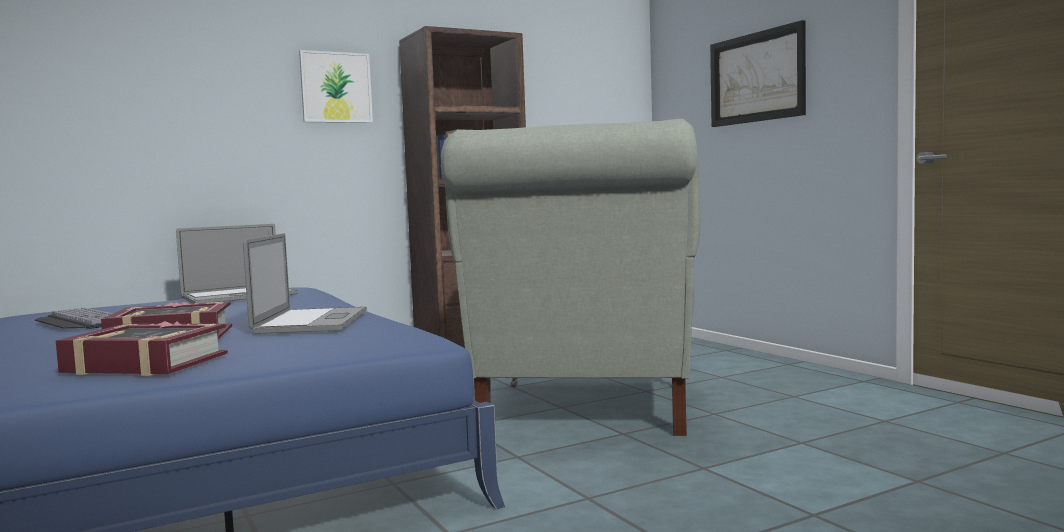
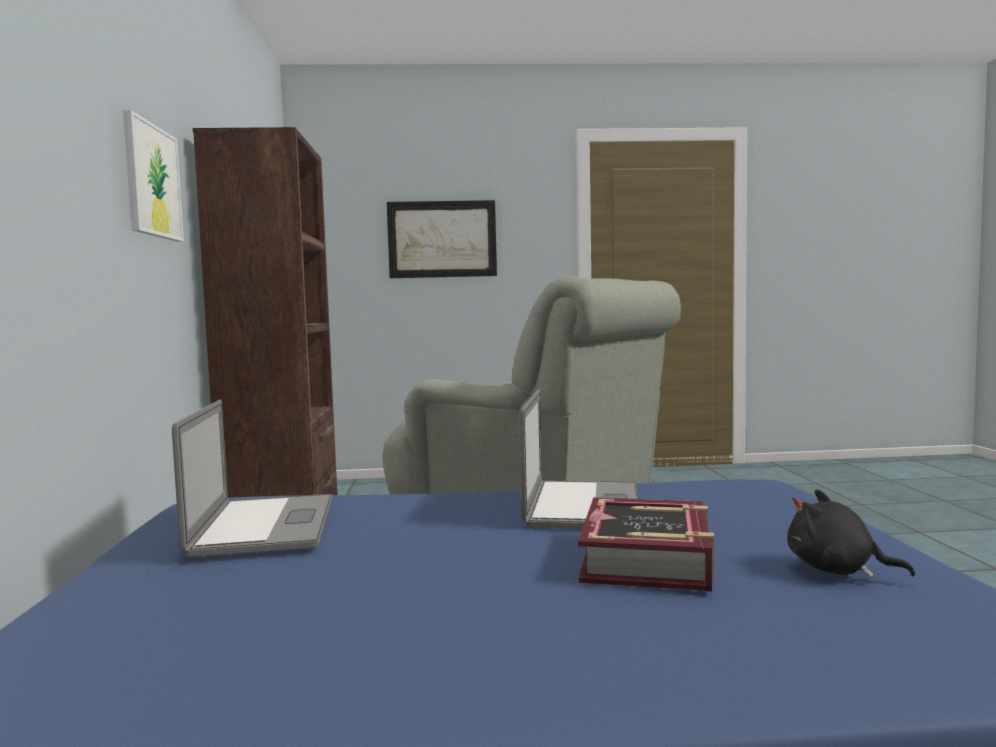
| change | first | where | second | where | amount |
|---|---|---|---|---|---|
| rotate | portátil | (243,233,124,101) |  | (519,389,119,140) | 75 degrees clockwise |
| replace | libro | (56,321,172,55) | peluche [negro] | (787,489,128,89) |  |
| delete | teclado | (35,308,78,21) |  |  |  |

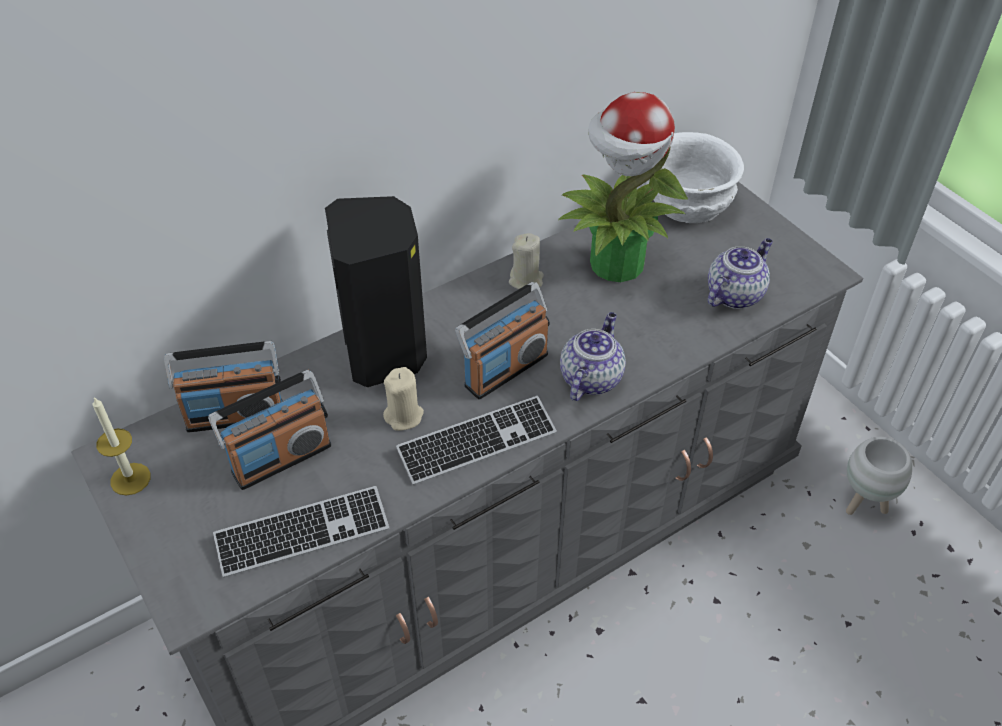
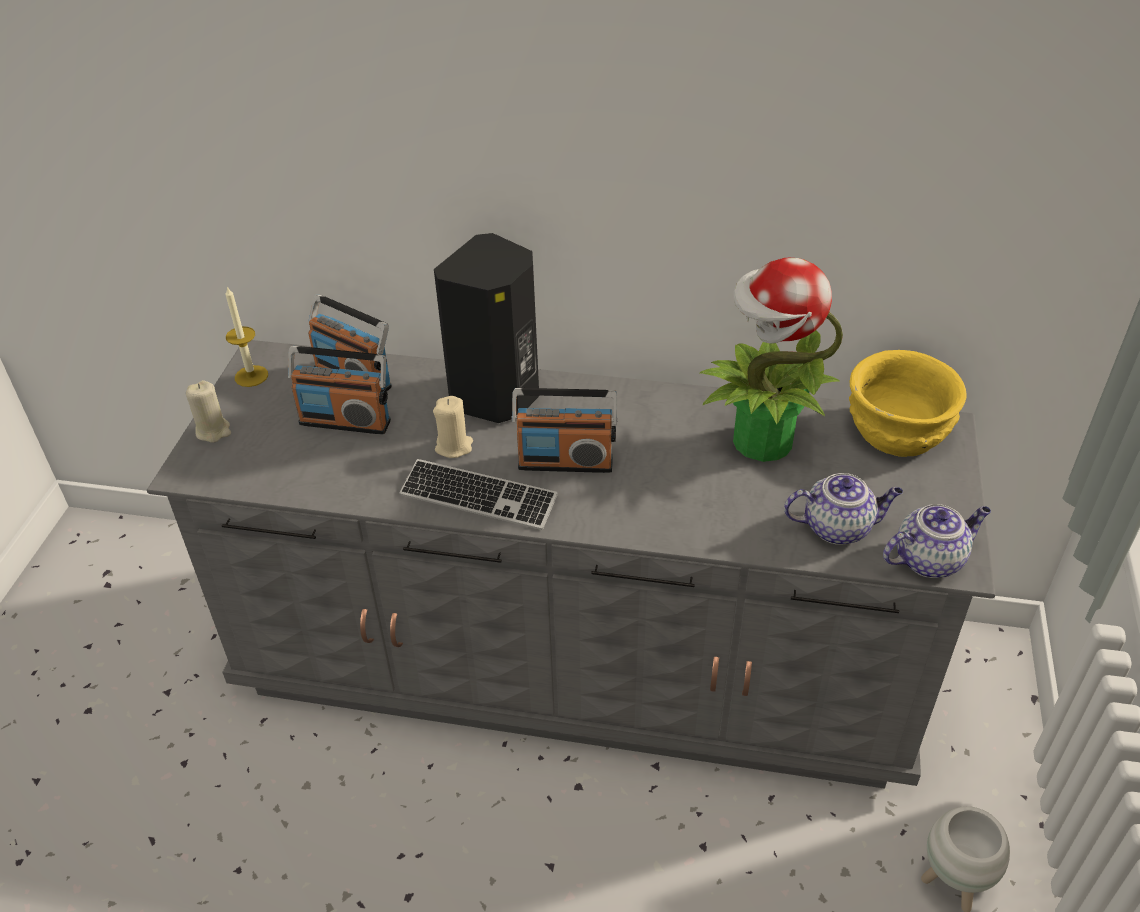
| change | first | where | second | where | amount |
|---|---|---|---|---|---|
| move | vela [beis] | (509,233,35,56) |  | (186,380,45,63) |  |
| recolor | cuenco [blanco] | (646,132,98,91) | cuenco [amarillo] | (849,350,117,107) |  |
| move | tetera | (560,312,66,89) |  | (883,504,108,74) |  |
| delete | teclado | (213,486,176,92) |  |  |  |

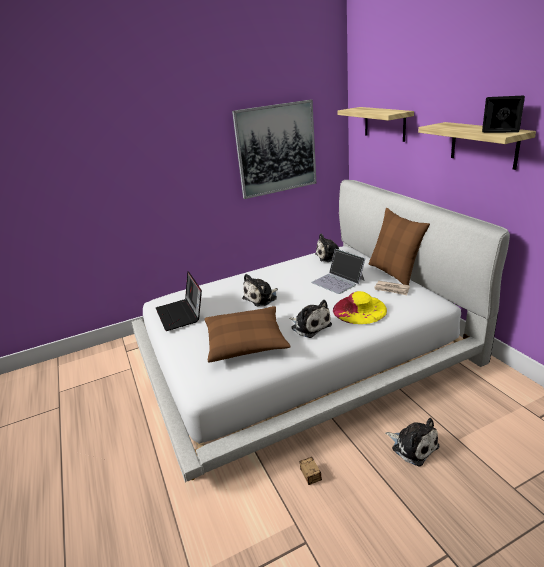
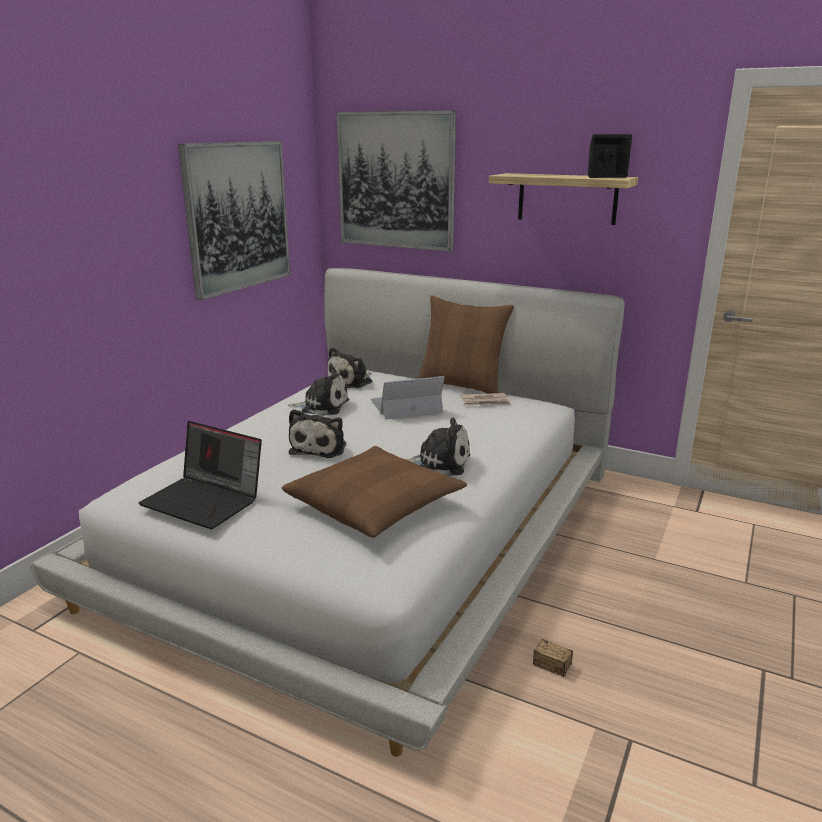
| change | first | where | second | where | amount |
|---|---|---|---|---|---|
| move | peluche | (385,418,54,49) |  | (288,369,61,47) |  |
| replace | estante | (337,107,77,35) | cuadro | (337,110,119,142) |  |
| rotate | portátil | (311,249,54,45) |  | (371,376,74,43) | 150 degrees clockwise |
| delete | sombrero [amarillo] | (333,291,54,33) |  |  |  |

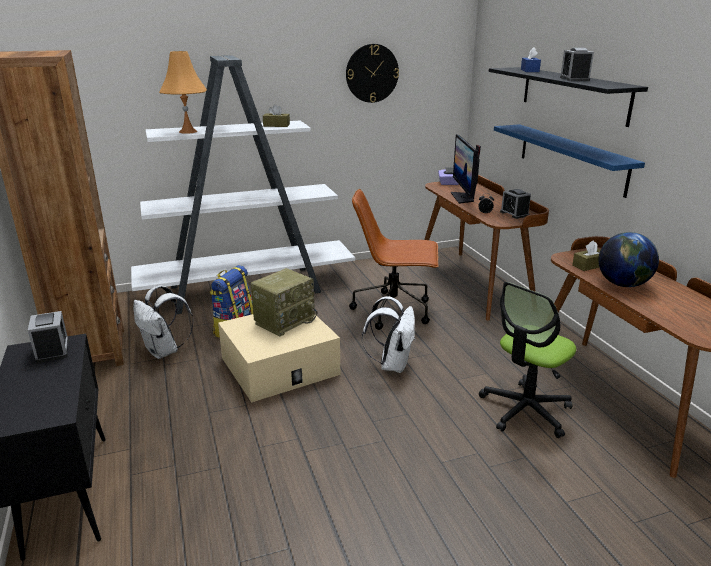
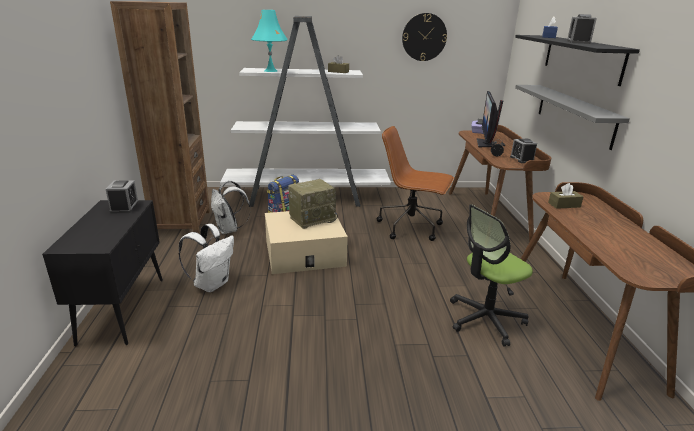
| change | first | where | second | where | amount |
|---|---|---|---|---|---|
| move | mochila [blanco] | (362,296,53,77) |  | (178,224,56,68) |  |
| recolor | lámpara de mesa [naranja] | (159,51,48,83) | lámpara de mesa [turquesa] | (251,10,37,62) |  |
| recolor | estante [azul] | (494,124,151,74) | estante [gris] | (515,85,115,65) |  |
| delete | globo terráqueo | (598,232,61,55) |  |  |  |

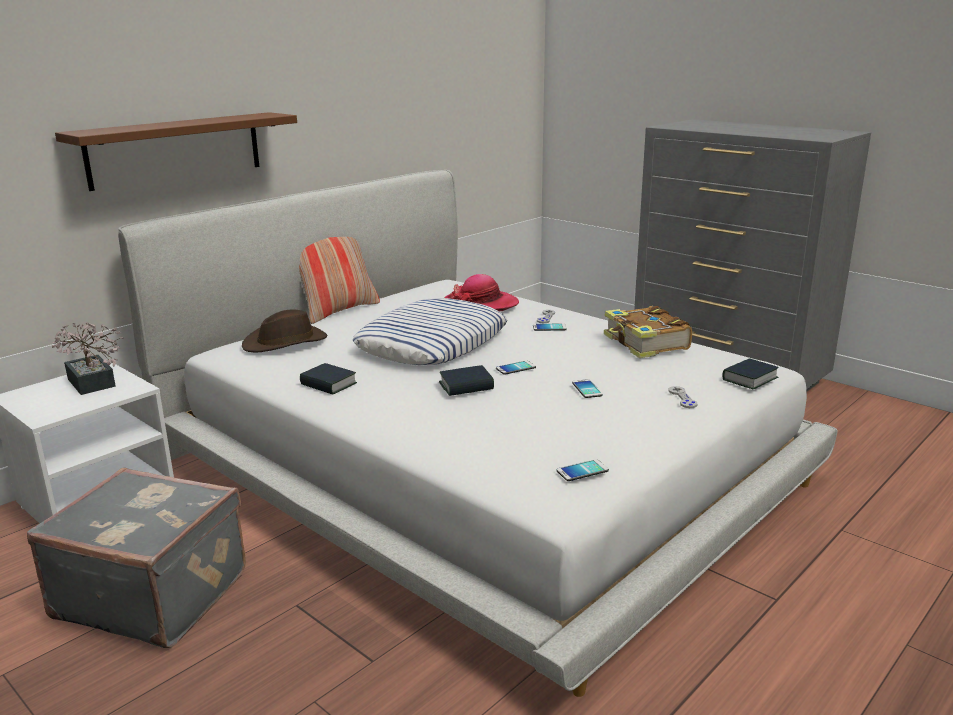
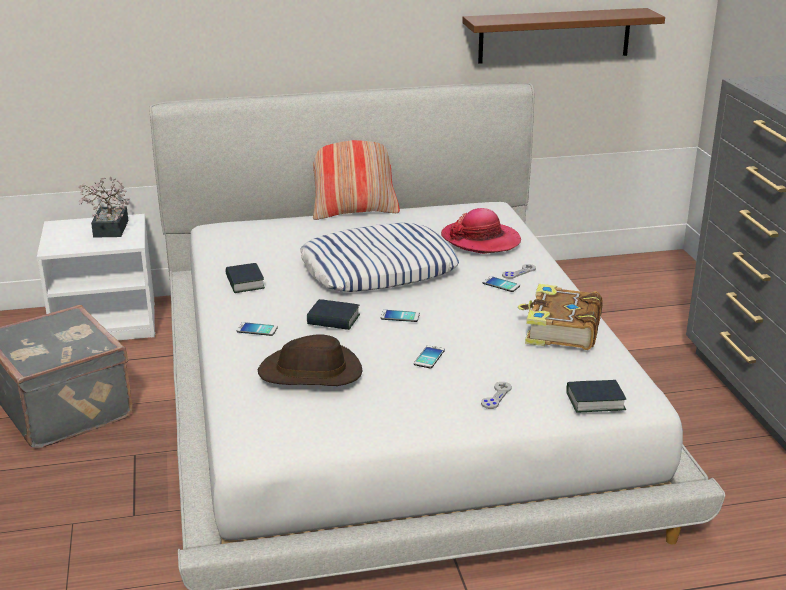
| change | first | where | second | where | amount |
|---|---|---|---|---|---|
| move | móvil | (557,459,52,22) |  | (237,322,41,14) |  |
| move | sombrero [marrón] | (242,309,85,43) |  | (258,334,105,52) |  |
| move | estante [marrón] | (55,112,242,79) |  | (462,8,203,56) |  |

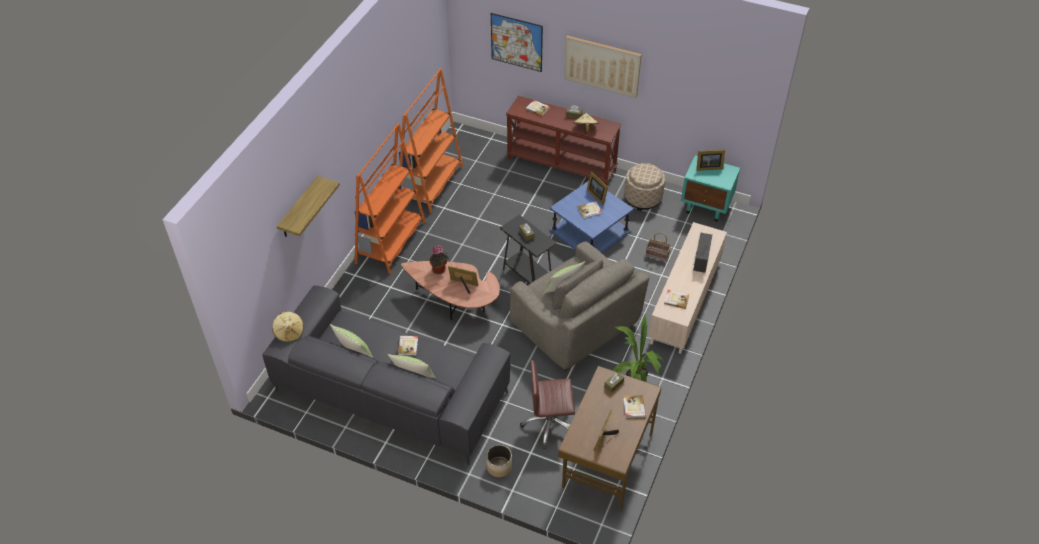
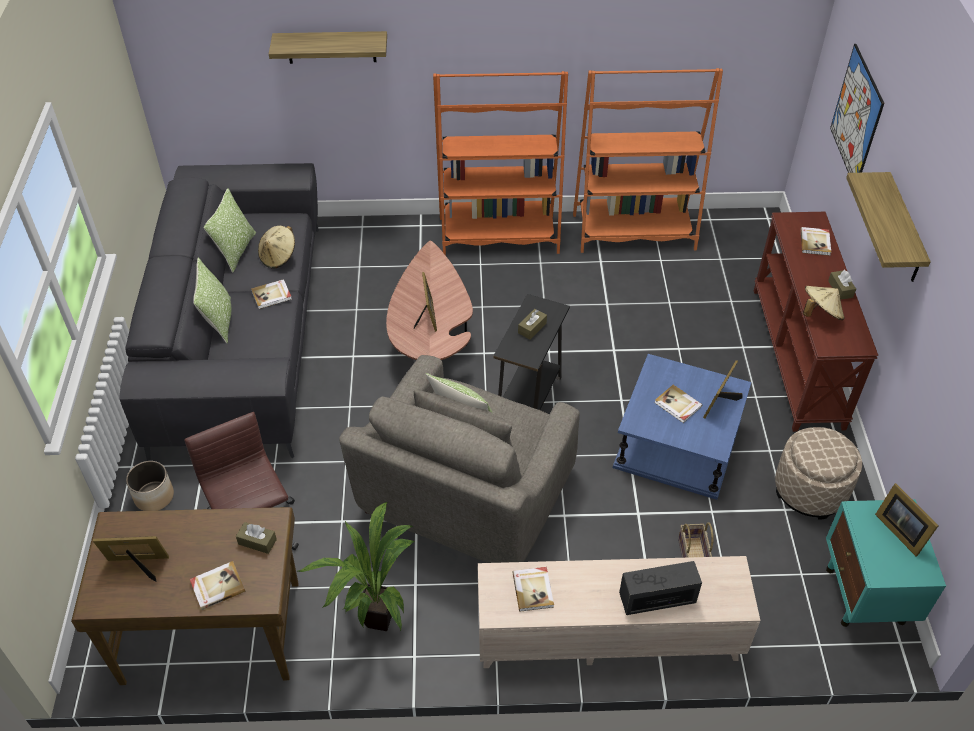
| change | first | where | second | where | amount |
|---|---|---|---|---|---|
| move | sombrero [beis] | (272,311,32,31) |  | (258,226,37,43) |  |
| replace | cuadro | (564,36,78,62) | estante | (846,172,85,110) |  |
| delete | planta en maceta | (429,245,20,29) |  |  |  |

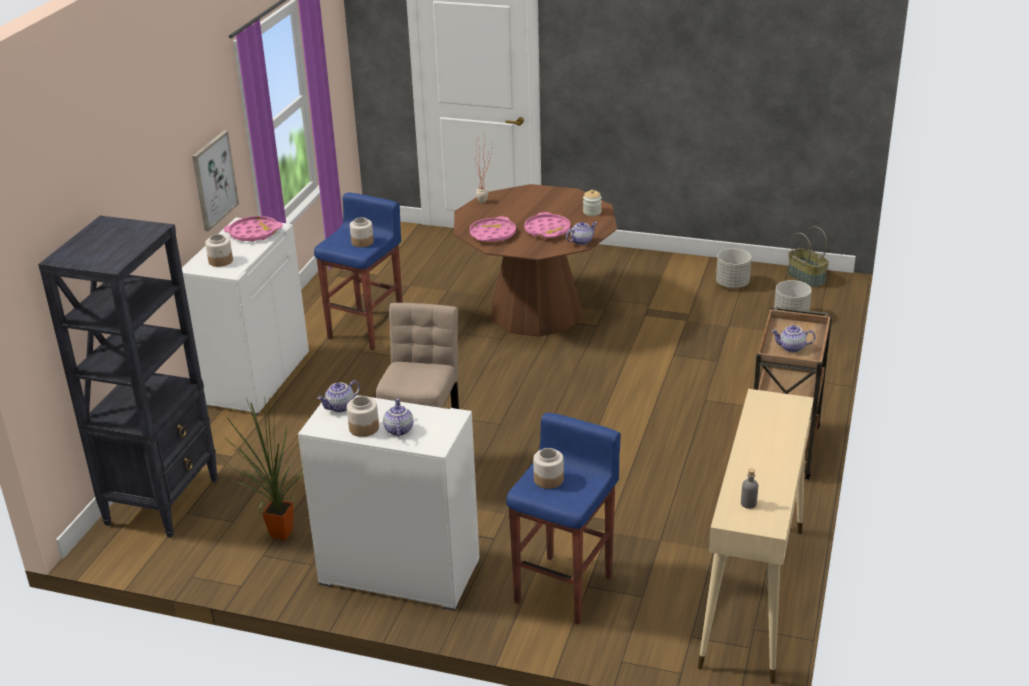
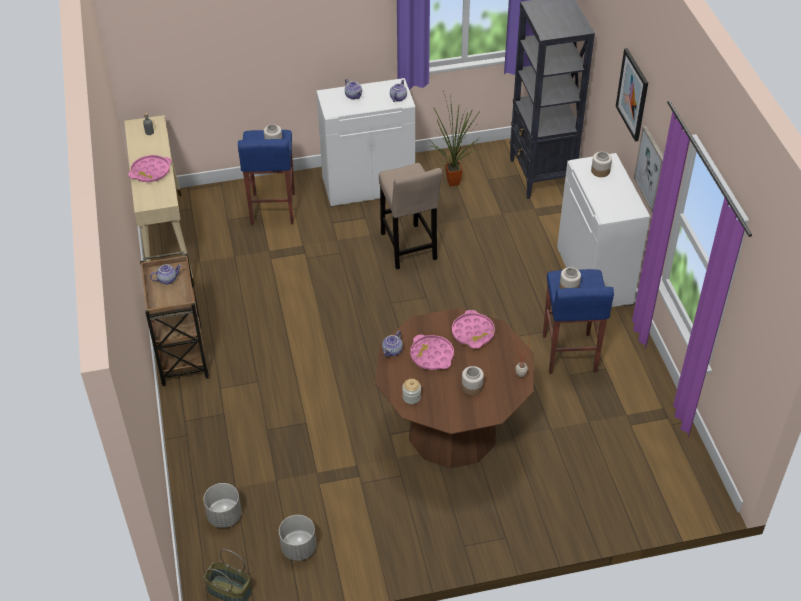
| change | first | where | second | where | amount |
|---|---|---|---|---|---|
| move | bandeja [rosa] | (224,216,59,26) |  | (128,155,44,27) |  |
| move | tarro | (347,396,32,41) |  | (462,366,22,29) |  |
| insert |  |  | cuadro | (616,48,32,94) |  |

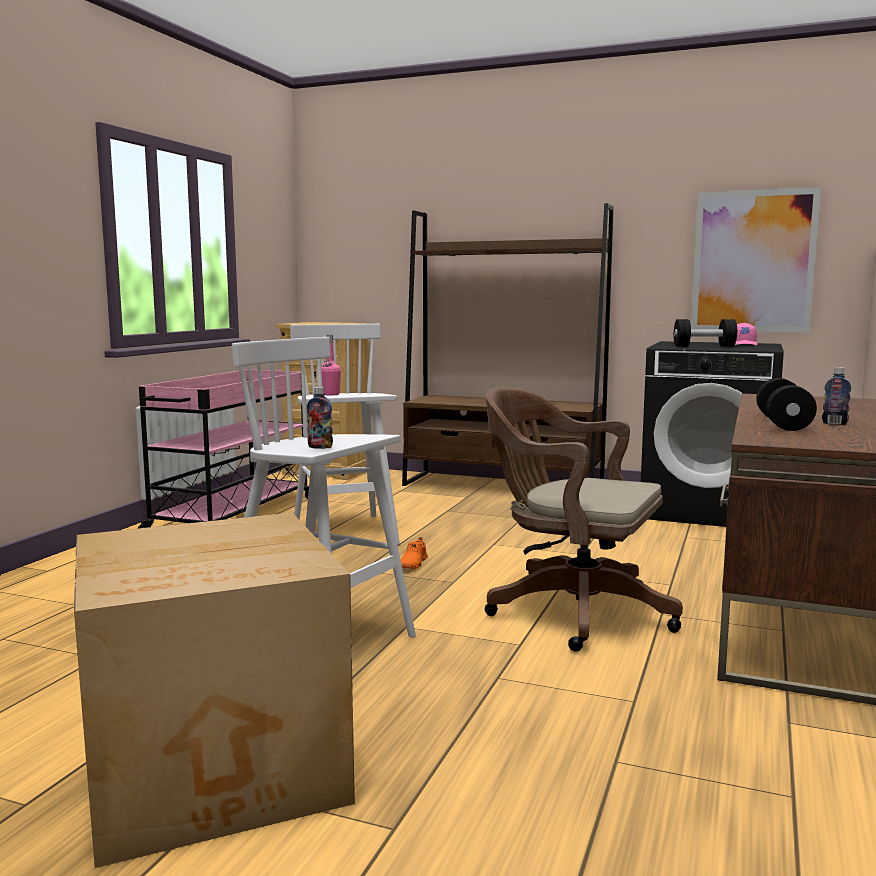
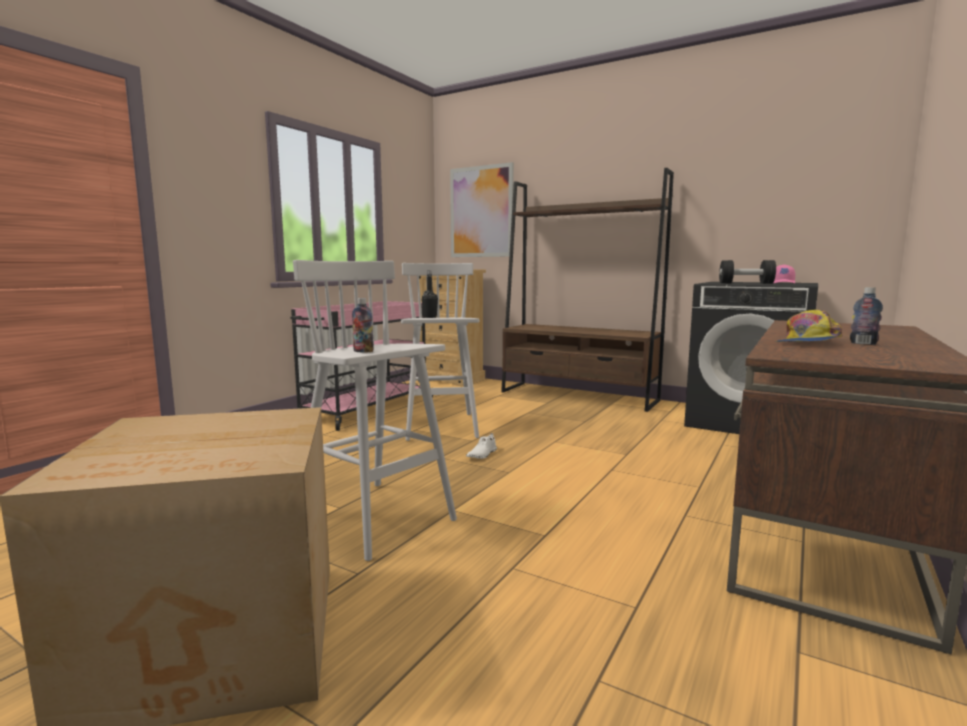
| change | first | where | second | where | amount |
|---|---|---|---|---|---|
| recolor | botella [rosa] | (321,335,20,61) | botella [negro] | (422,270,16,48) |  |
| move | cuadro | (691,187,130,146) |  | (450,162,64,95) |  |
| recolor | zapato [naranja] | (401,537,27,32) | zapato [blanco] | (466,433,31,26) |  |
| replace | mancuerna [negro] | (756,378,61,53) | gorra | (774,310,68,32) |  |
| delete | silla de oficina [marrón] | (485,387,198,265) |  |  |  |

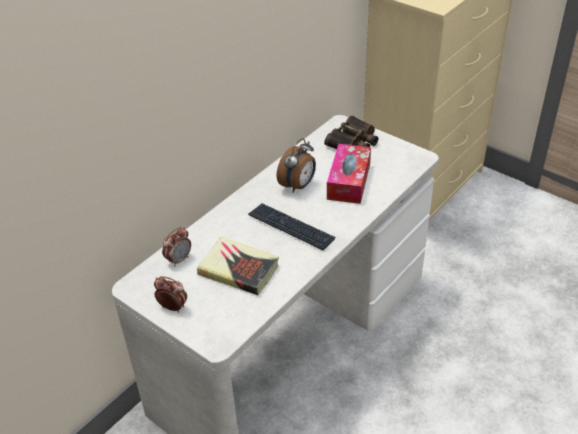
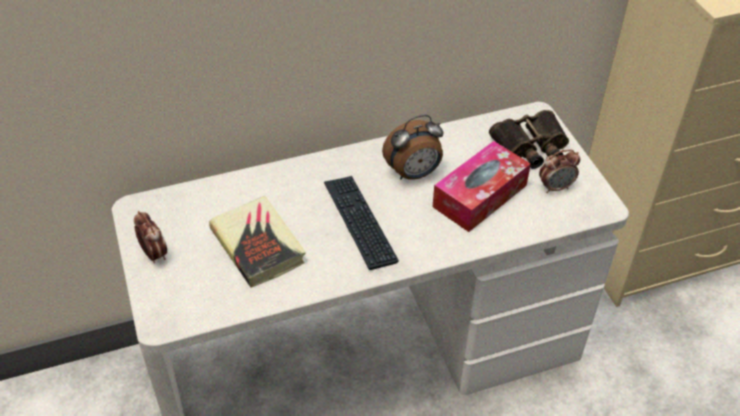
| change | first | where | second | where | amount |
|---|---|---|---|---|---|
| move | despertador | (162,227,29,40) |  | (539,150,41,43) |  |

